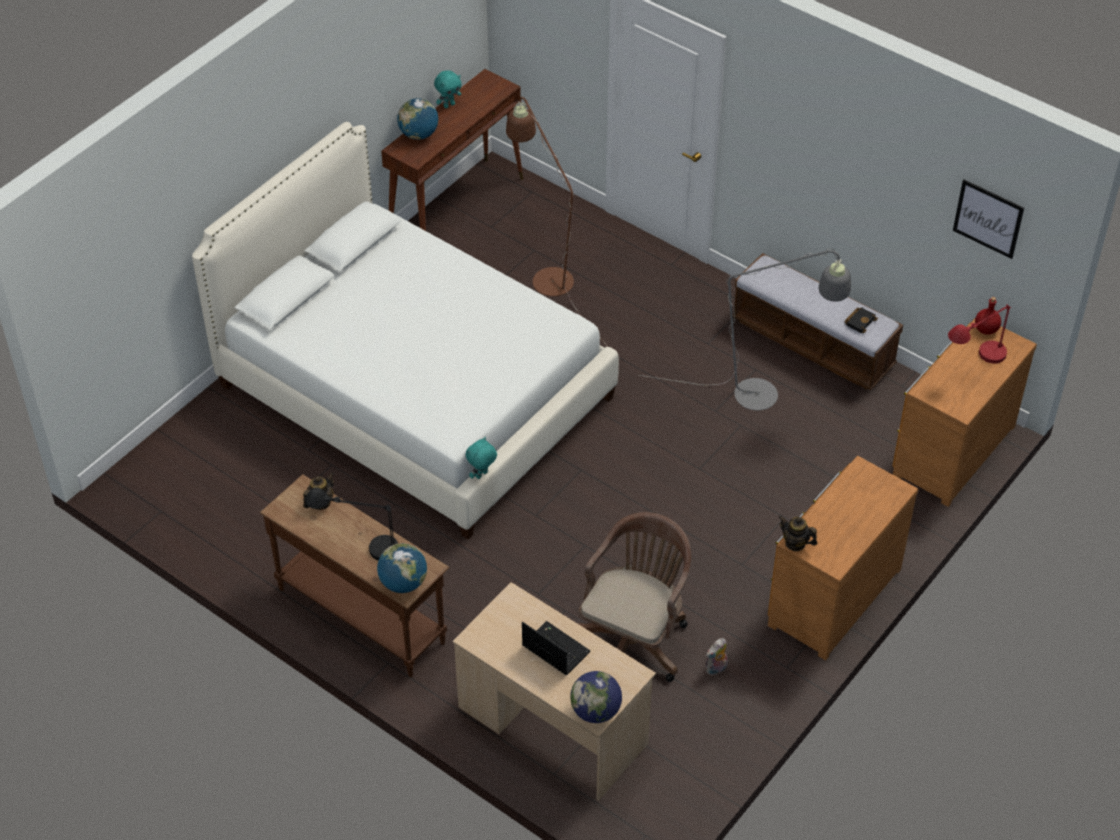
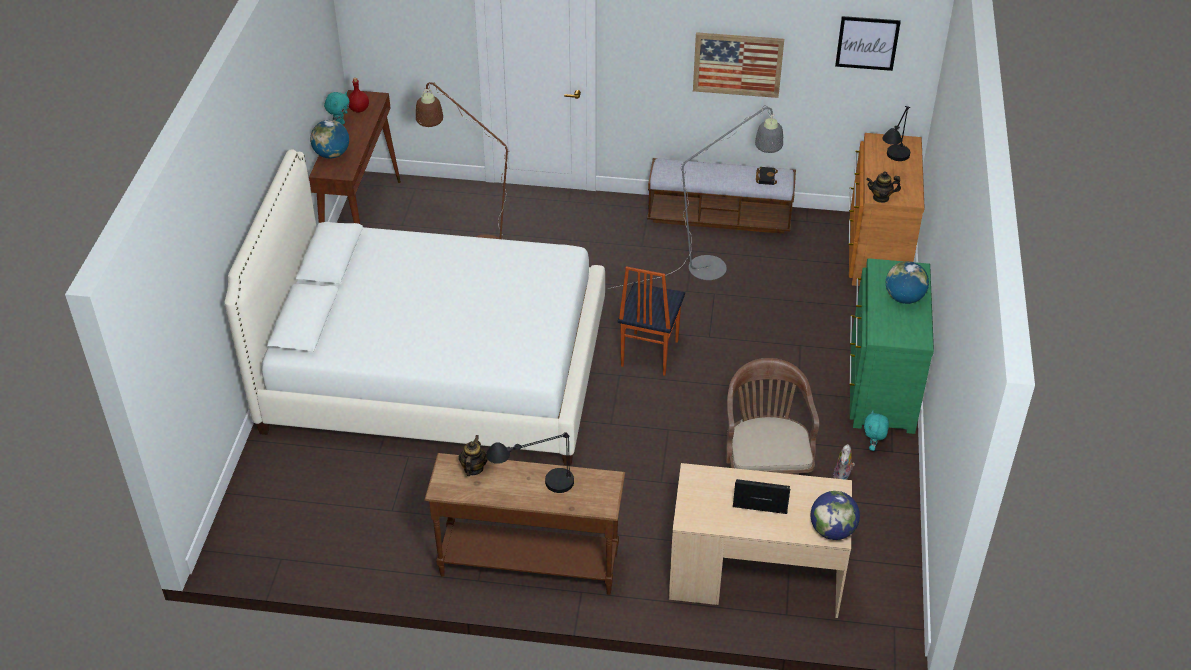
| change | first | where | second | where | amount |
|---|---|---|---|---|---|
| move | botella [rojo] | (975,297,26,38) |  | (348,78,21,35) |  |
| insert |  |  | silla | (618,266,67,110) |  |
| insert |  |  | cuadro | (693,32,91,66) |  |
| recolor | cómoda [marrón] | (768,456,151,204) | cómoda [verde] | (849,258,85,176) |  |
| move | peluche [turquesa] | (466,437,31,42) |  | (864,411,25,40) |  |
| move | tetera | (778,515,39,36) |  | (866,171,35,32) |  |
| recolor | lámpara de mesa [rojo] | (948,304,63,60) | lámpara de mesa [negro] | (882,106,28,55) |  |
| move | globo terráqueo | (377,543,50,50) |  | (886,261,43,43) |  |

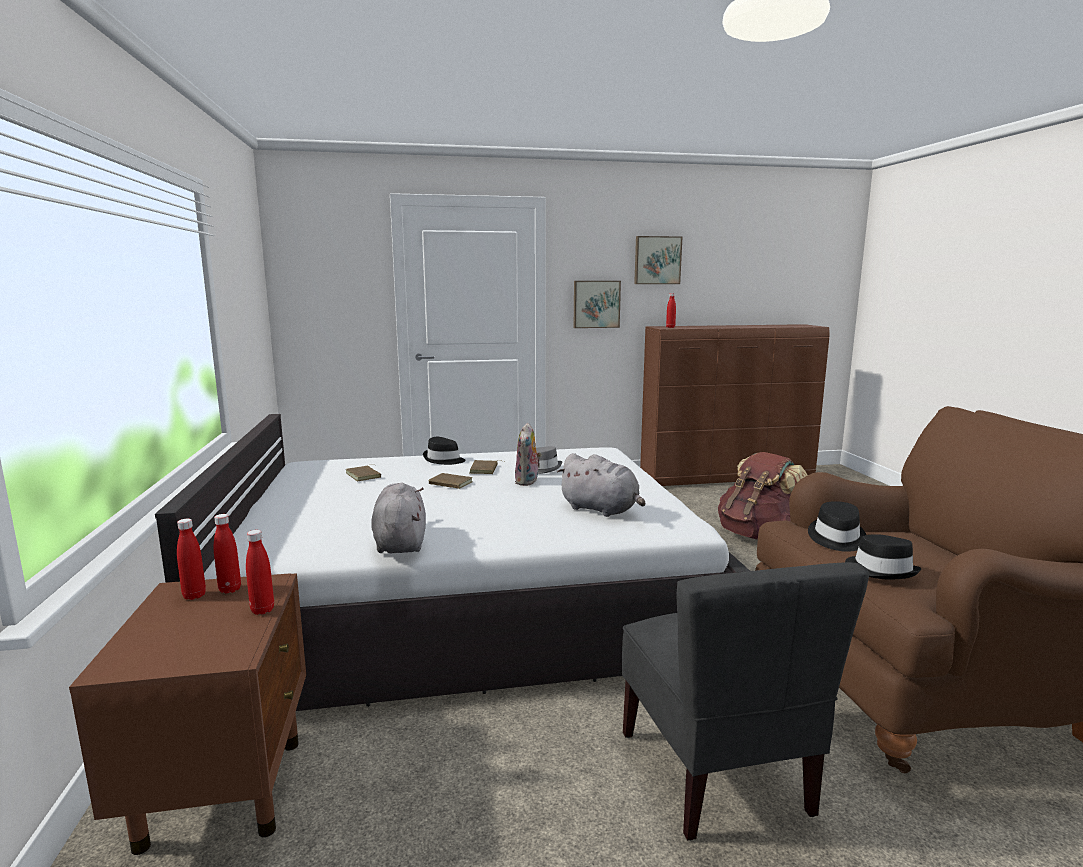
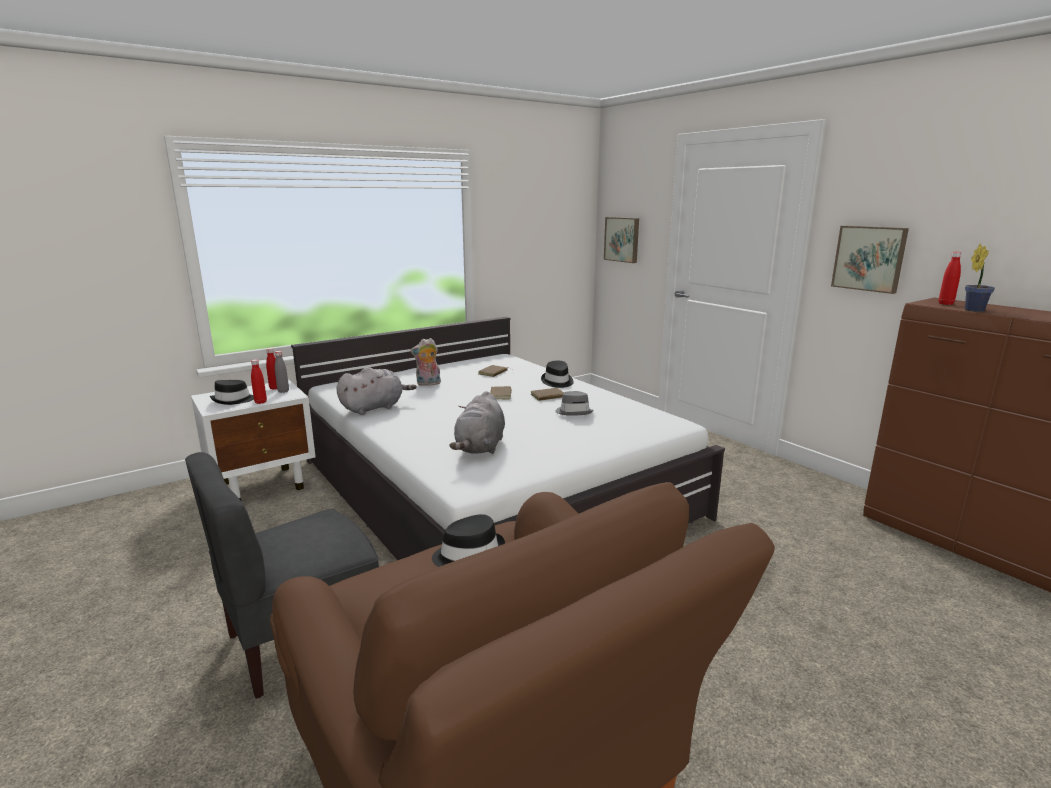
| change | first | where | second | where | amount |
|---|---|---|---|---|---|
| recolor | mesita de noche [marrón] | (69,573,237,282) | mesita de noche [blanco] | (191,380,125,120) |  |
| move | sombrero [negro] | (845,534,76,45) |  | (210,380,44,25) |  |
| recolor | botella [rojo] | (214,514,27,80) | botella [gris] | (275,351,14,42) |  |
| move | peluche | (515,423,27,63) |  | (411,338,30,48) |  |
| move | cuadro | (634,236,48,48) |  | (604,217,35,46) |  |
| insert |  |  | planta en maceta | (965,244,30,68) |  |
| delete | mochila [marrón] | (718,452,89,88) |  |  |  |

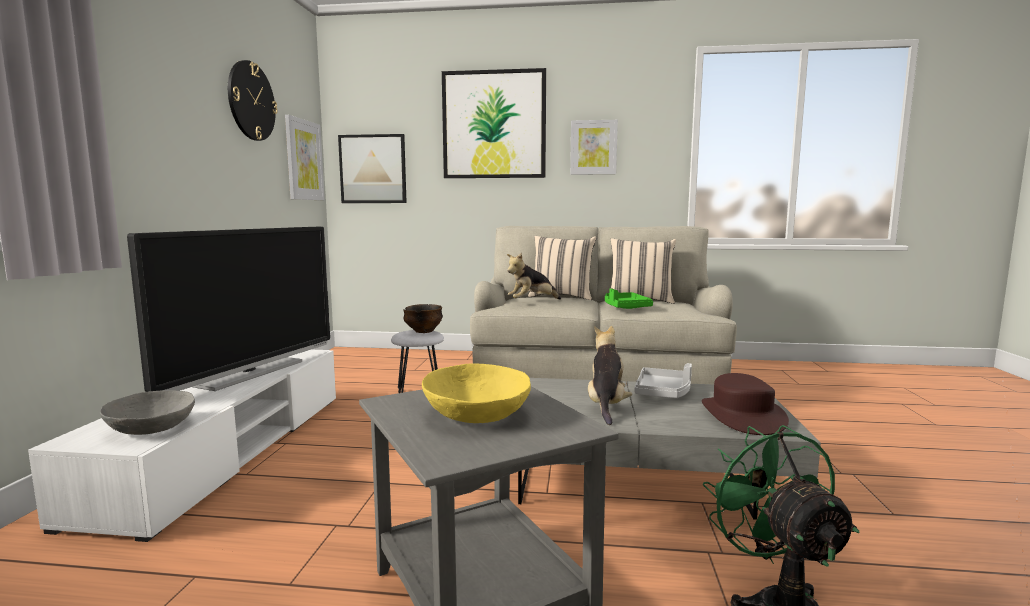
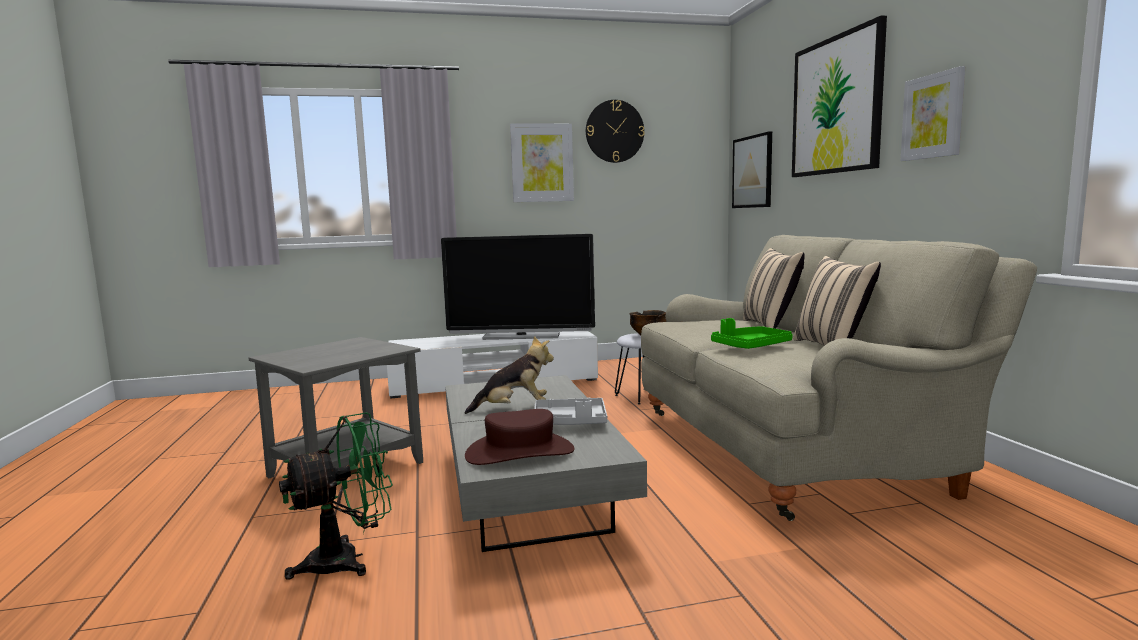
| change | first | where | second | where | amount |
|---|---|---|---|---|---|
| move | cuadro | (285,115,39,85) |  | (510,123,64,79) |  |
| delete | cuenco [gris] | (100,390,95,45) |  |  |  |
| delete | cuenco [amarillo] | (422,364,109,59) |  |  |  |
| delete | peluche | (507,253,54,47) |  |  |  |

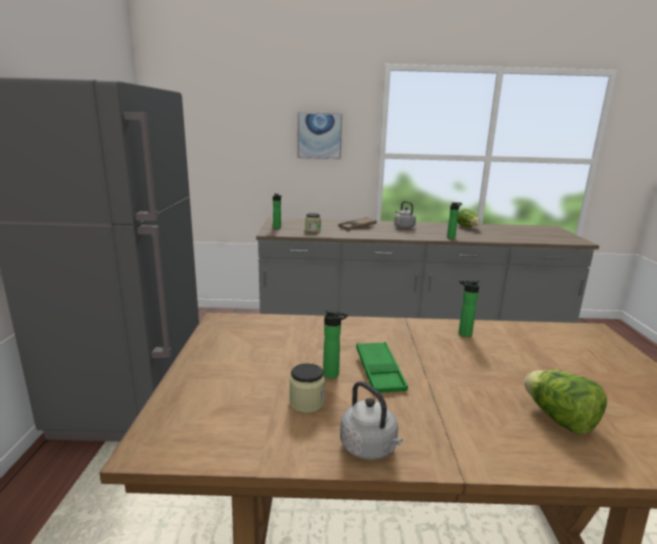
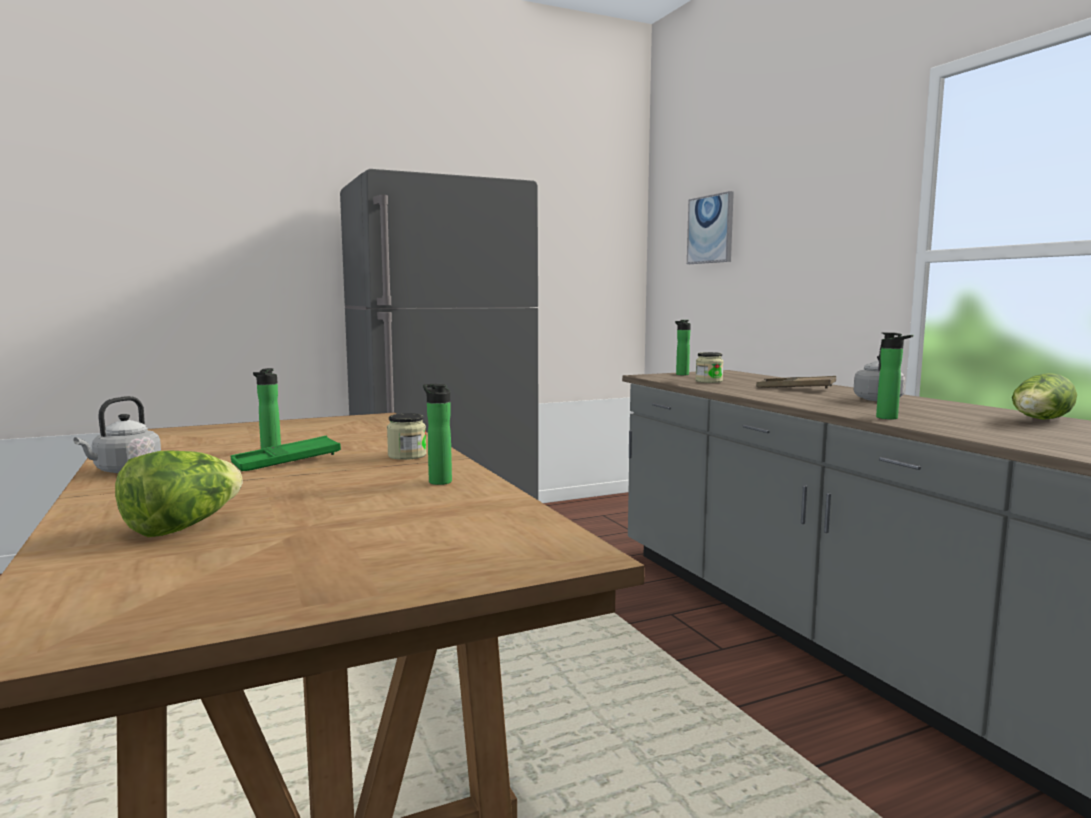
| change | first | where | second | where | amount |
|---|---|---|---|---|---|
| move | tarro | (290,363,35,50) |  | (387,413,39,47) |  |
| move | cuadro | (298,112,44,47) |  | (687,191,47,73) |  |

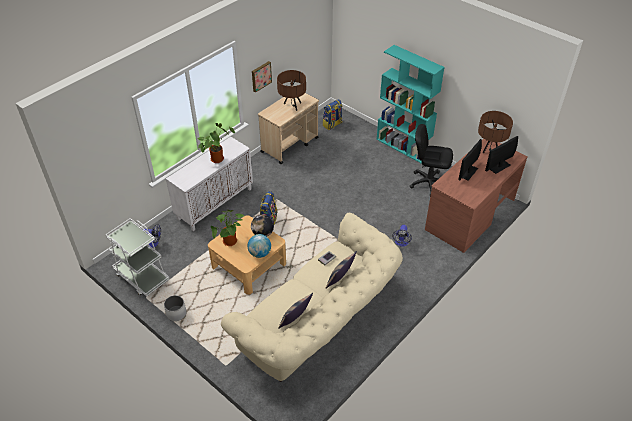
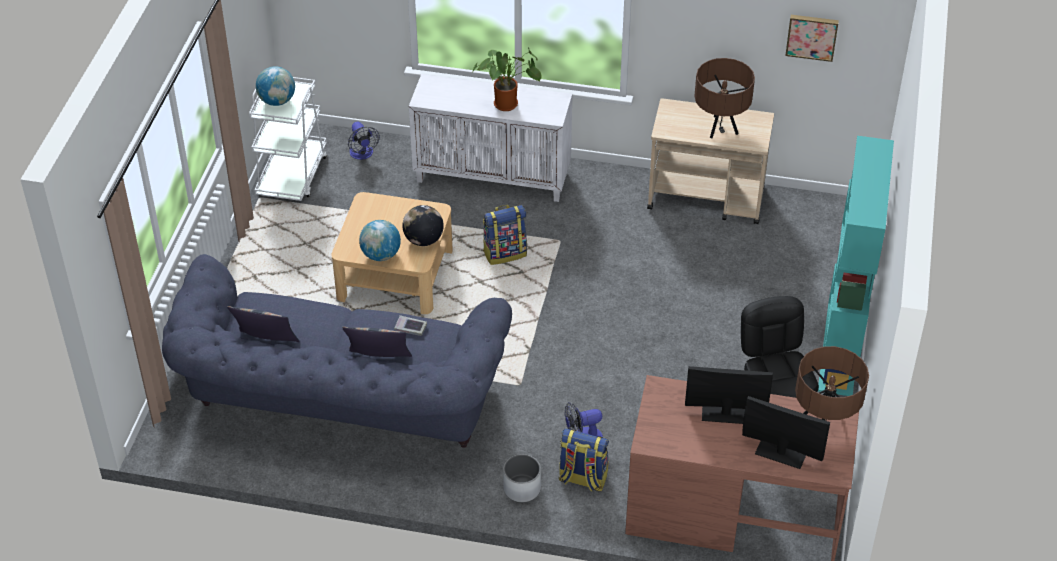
| change | first | where | second | where | amount |
|---|---|---|---|---|---|
| recolor | sofá [beis] | (221,213,182,169) | sofá [azul] | (162,254,350,194) |  |
| insert |  |  | globo terráqueo | (256,66,39,40) |  |
| move | maceta [blanco] | (164,295,22,26) |  | (503,454,38,49) |  |
| move | mochila | (323,99,19,31) |  | (559,428,50,64) |  |
| move | cuadro | (252,61,20,32) |  | (785,15,54,47) |  |
| delete | planta en maceta | (211,210,34,36) |  |  |  |

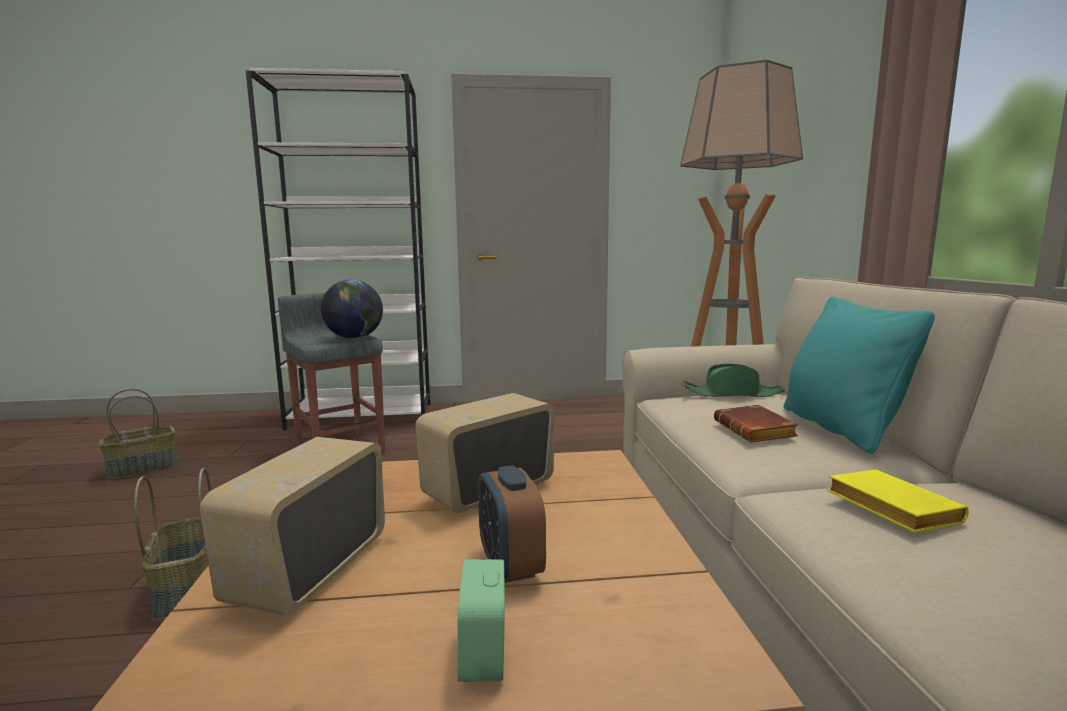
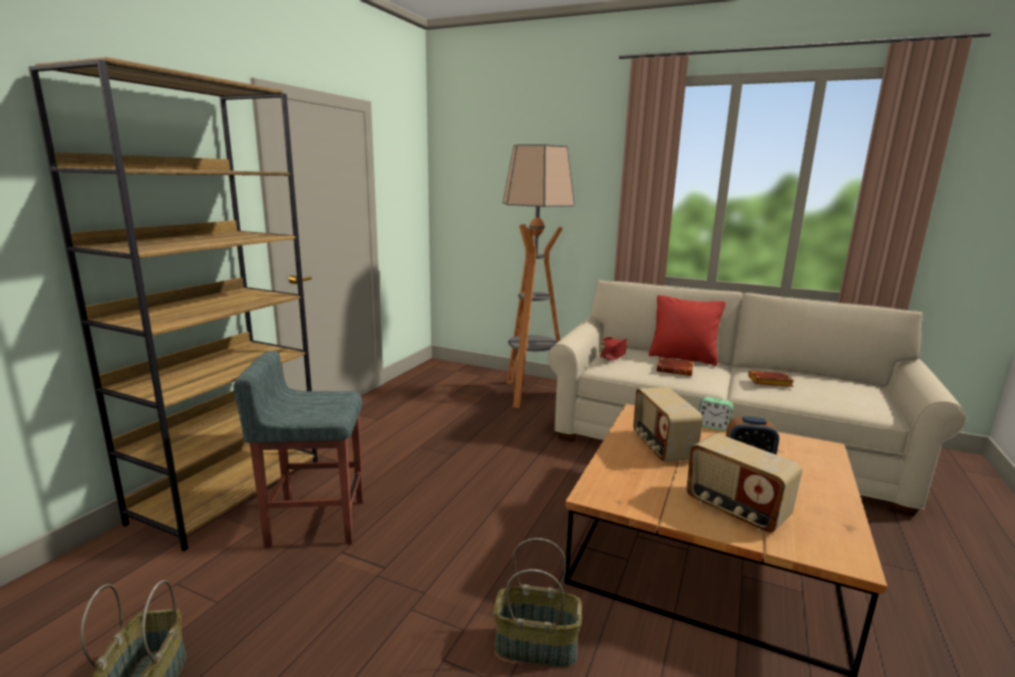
| change | first | where | second | where | amount |
|---|---|---|---|---|---|
| recolor | estantería [blanco] | (246,68,184,362) | estantería [marrón] | (28,57,290,494) |  |
| recolor | sombrero [verde] | (682,364,103,33) | sombrero [rojo] | (599,337,28,23) |  |
| recolor | cojín [turquesa] | (784,297,151,157) | cojín [rojo] | (649,295,77,71) |  |
| move | despertador | (457,559,48,123) |  | (699,397,34,34) |  |
| recolor | libro [amarillo] | (827,469,142,64) | libro [marrón] | (748,371,46,16) |  |
| delete | globo terráqueo | (321,280,62,59) |  |  |  |

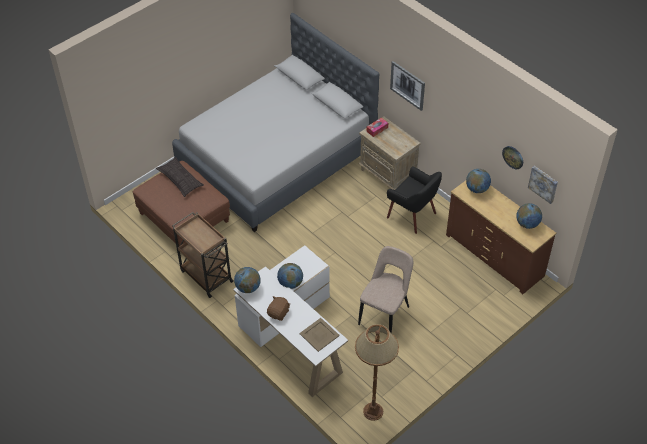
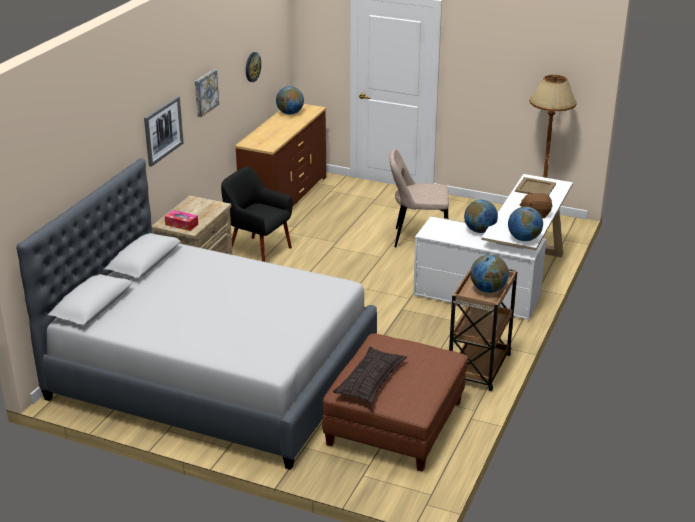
| change | first | where | second | where | amount |
|---|---|---|---|---|---|
| move | cuadro | (528,166,30,38) |  | (195,69,24,48) |  |
| rotate | sillón [negro] | (387,166,55,68) |  | (221,167,71,95) | 75 degrees counterclockwise |
| move | globo terráqueo | (466,169,25,24) |  | (470,255,39,38) |  |

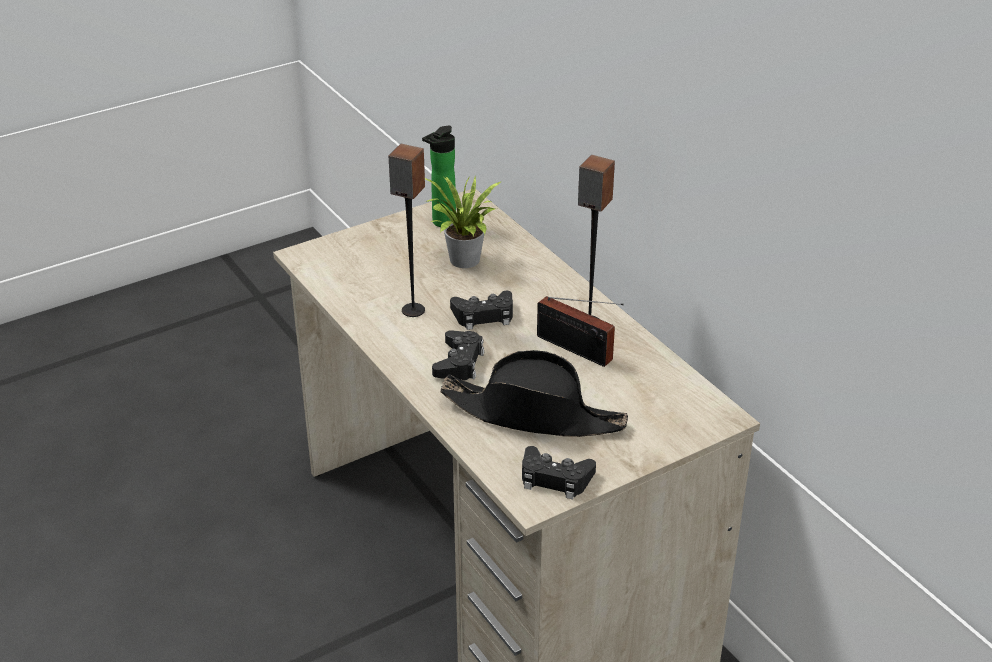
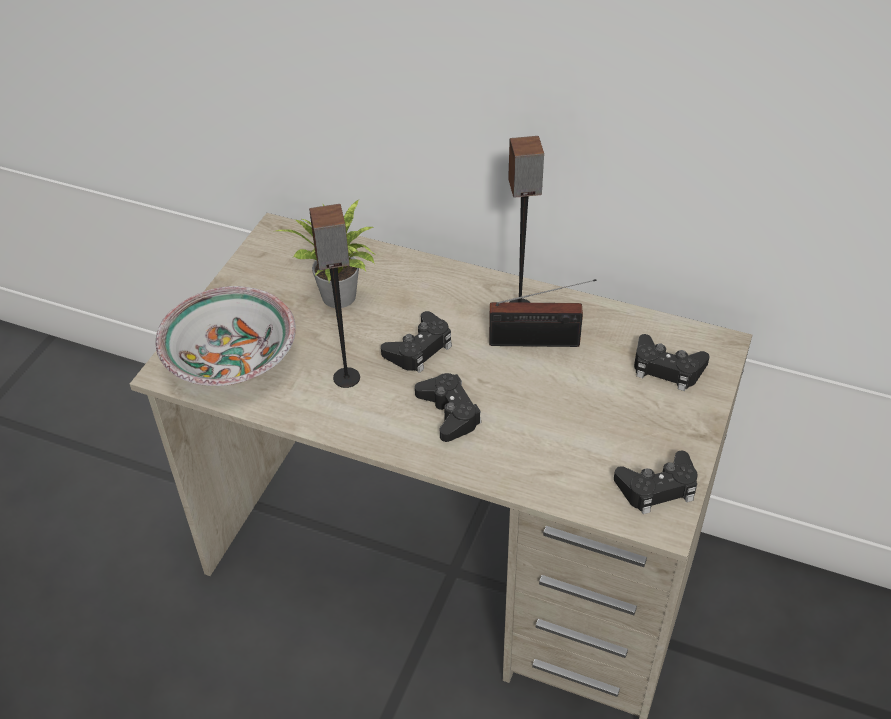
| change | first | where | second | where | amount |
|---|---|---|---|---|---|
| insert |  |  | cuenco | (156,286,140,100) |  |
| insert |  |  | mando de consola [negro] | (634,334,76,57) |  |
| delete | botella | (422,126,34,101) |  |  |  |
| delete | sombrero [negro] | (440,350,188,87) |  |  |  |

